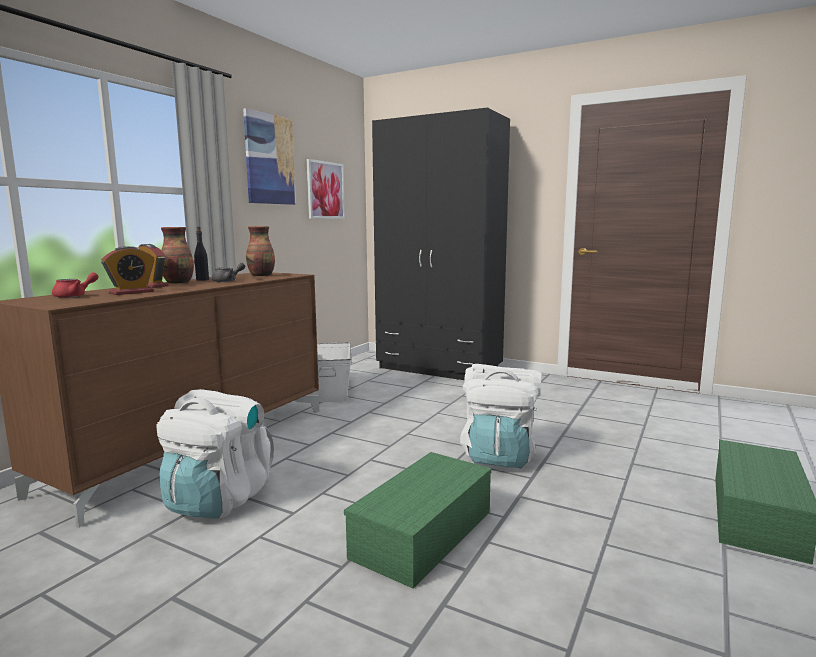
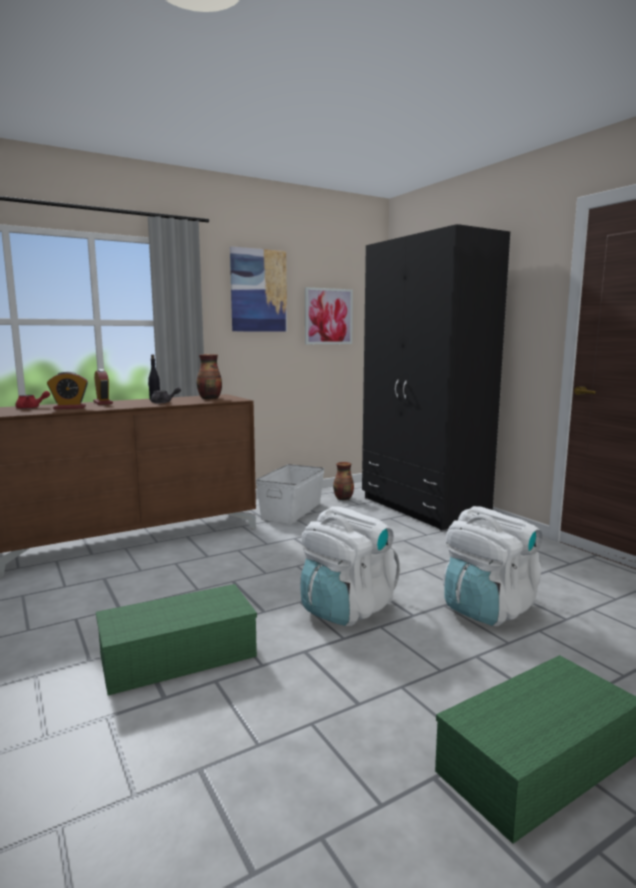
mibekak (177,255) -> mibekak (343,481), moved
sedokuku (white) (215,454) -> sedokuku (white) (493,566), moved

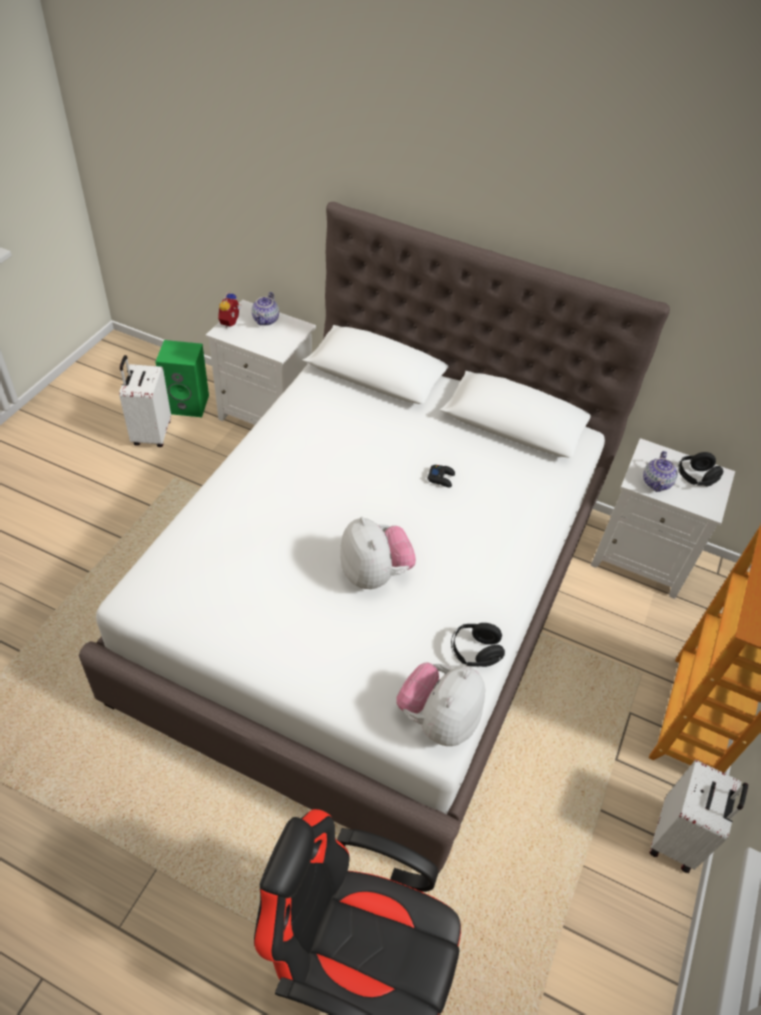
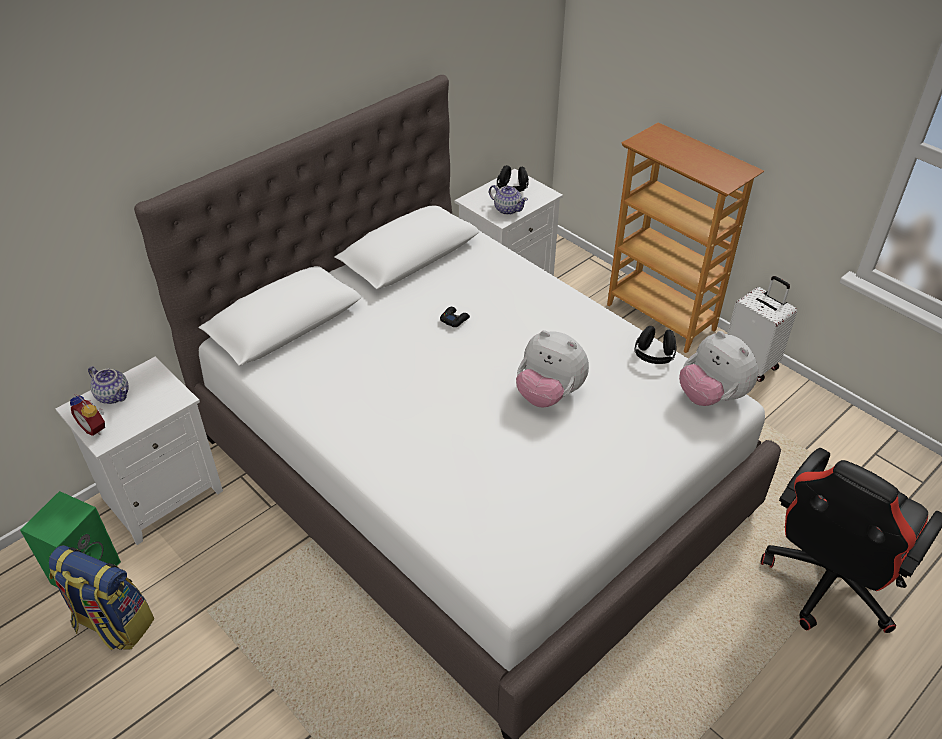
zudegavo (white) (145,401) -> sedokuku (101,597)
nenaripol (378,553) -> nenaripol (552,369), 150 degrees counterclockwise

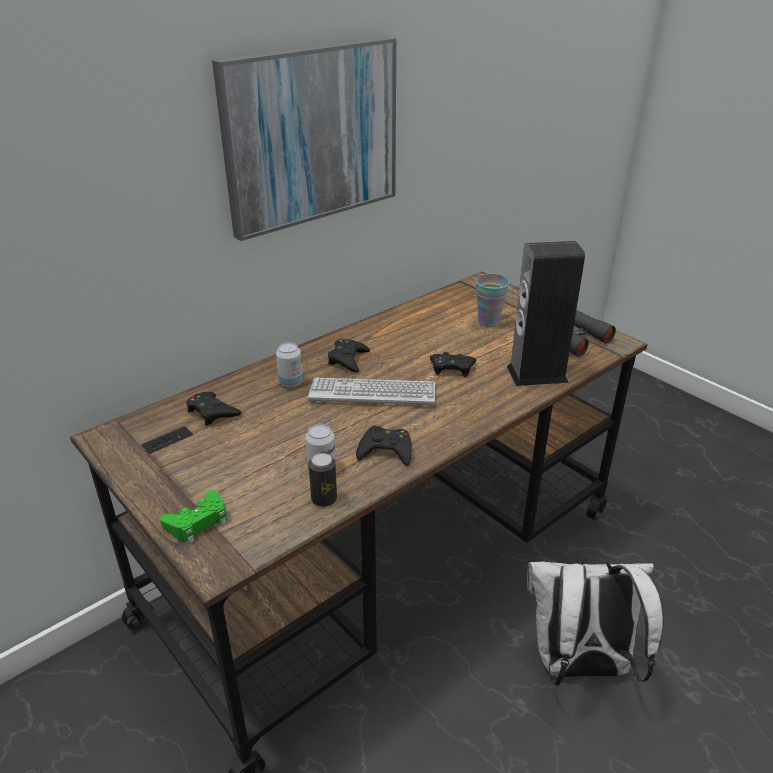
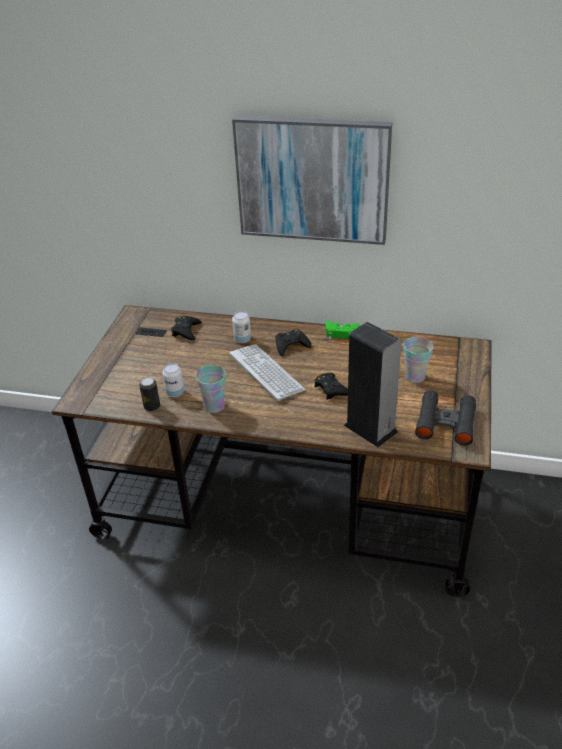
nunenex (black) (384,445) -> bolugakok (210,389)
nunenex (green) (193,517) -> nunenex (green) (342,330), moved
sedokuku (white) (595,621) -> none

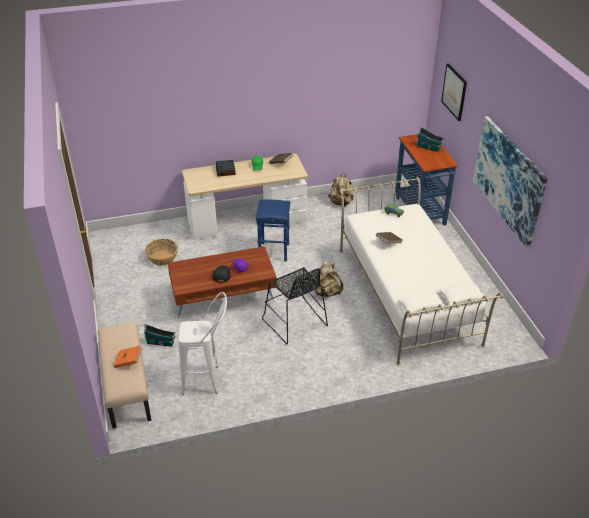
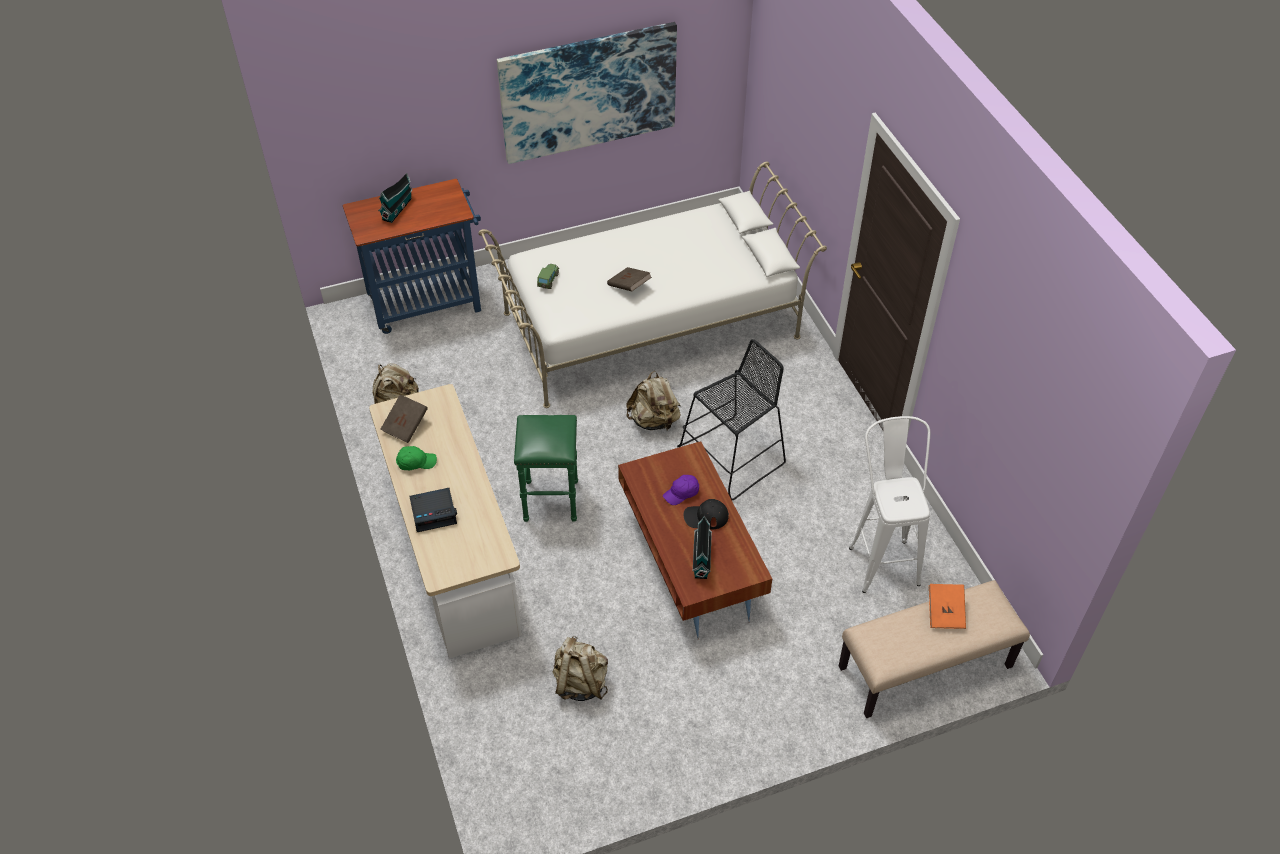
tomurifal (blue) (273,230) -> tomurifal (green) (546,468)
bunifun (161,252) -> sedokuku (beige) (580,668)
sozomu (160,335) -> sozomu (702,547), moved
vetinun (454,92) -> none

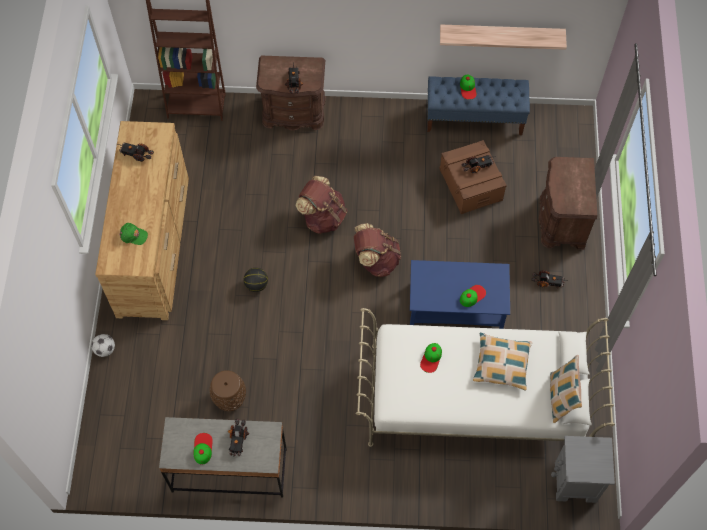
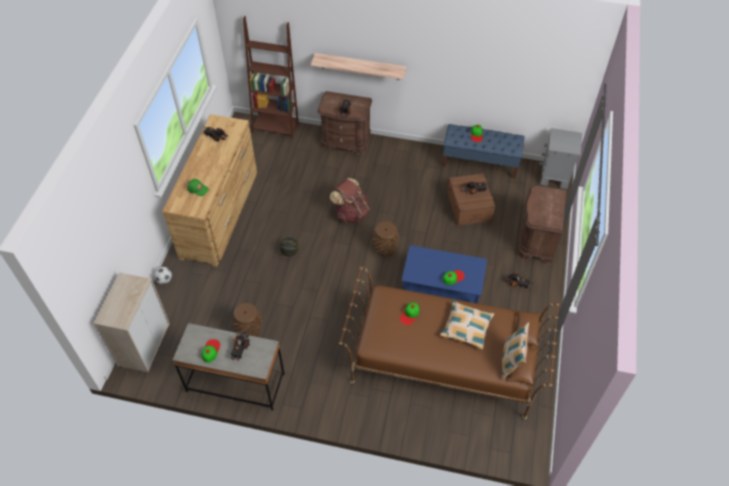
none -> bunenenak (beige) (131,322)
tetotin (503,37) -> tetotin (359,66), moved
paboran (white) (485,377) -> paboran (brown) (449,342)
sedokuku (brown) (377,250) -> tomurifal (brown) (386,238)
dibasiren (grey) (583,469) -> dibasiren (grey) (560,158), moved

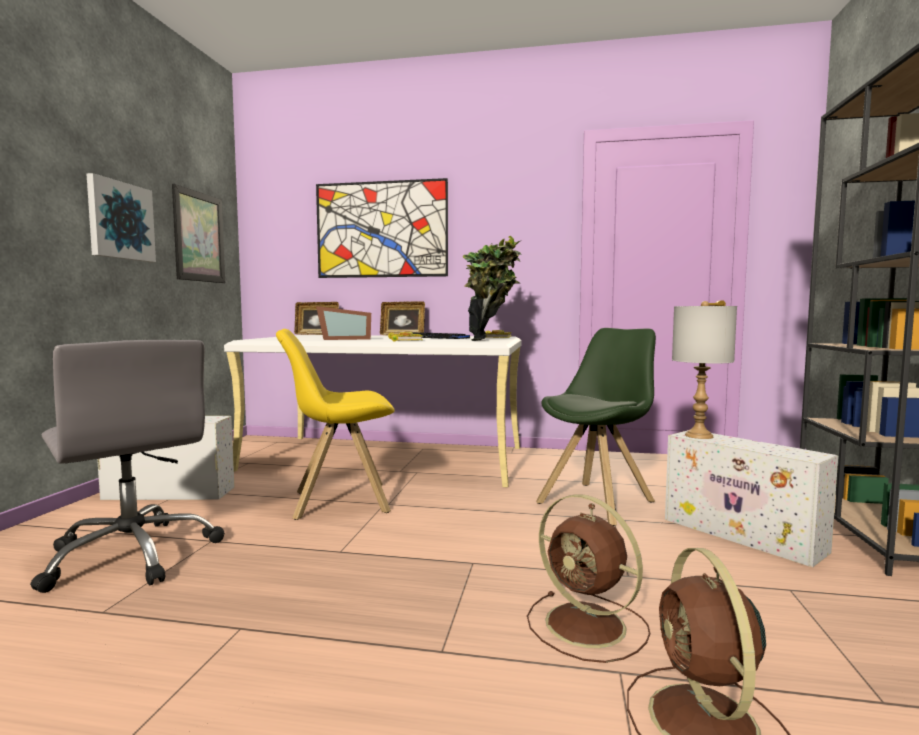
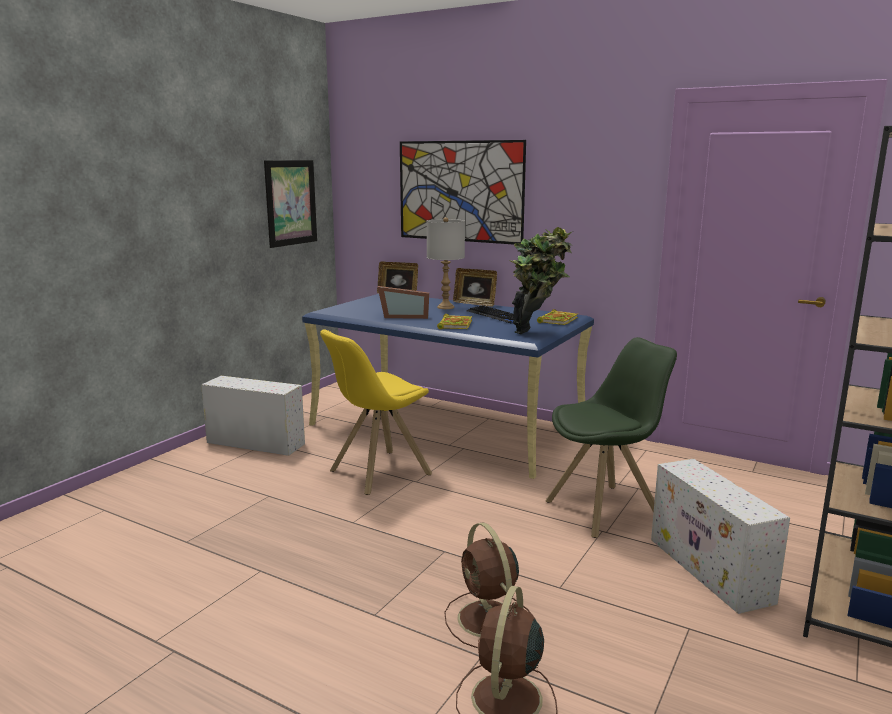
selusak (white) (372,411) -> selusak (blue) (448,386)
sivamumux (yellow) (335,424) -> sivamumux (yellow) (376,412), 45 degrees counterclockwise
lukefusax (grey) (704,370) -> lukefusax (grey) (446,263), moved
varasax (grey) (127,466) -> none
vetinun (121,217) -> none

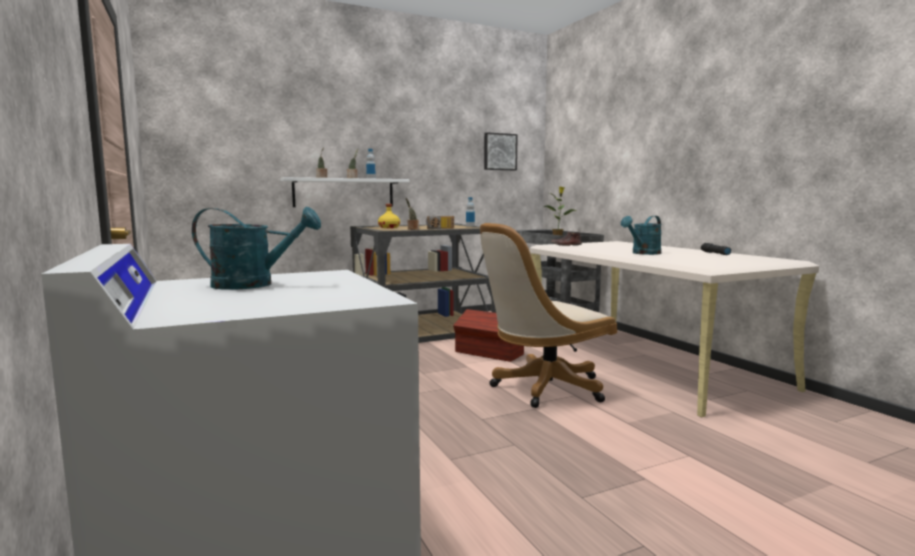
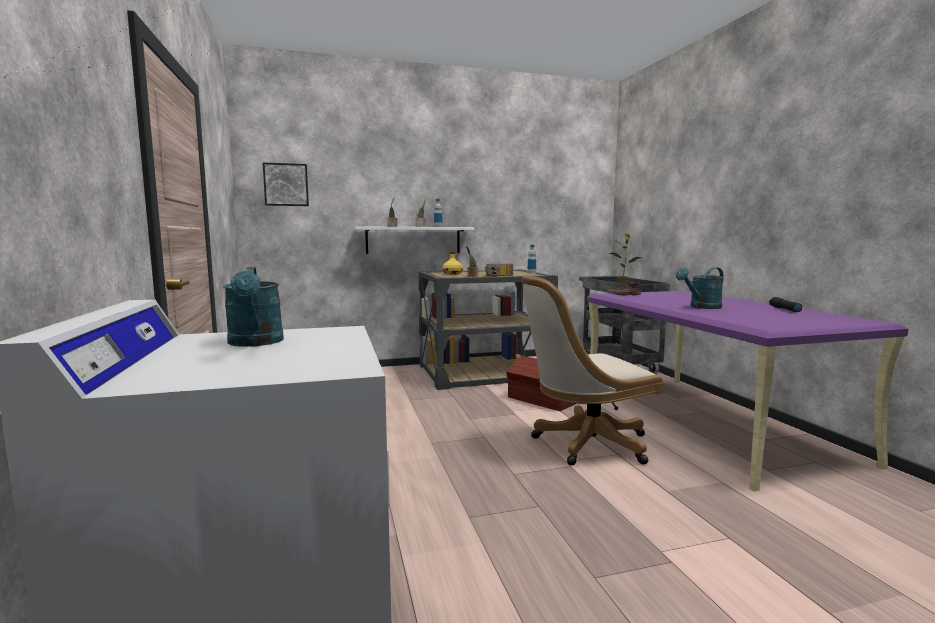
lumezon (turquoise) (256,248) -> lumezon (turquoise) (253,307), 60 degrees clockwise
vetinun (501,151) -> vetinun (286,184), moved
selusak (beige) (674,329) -> selusak (purple) (747,391)

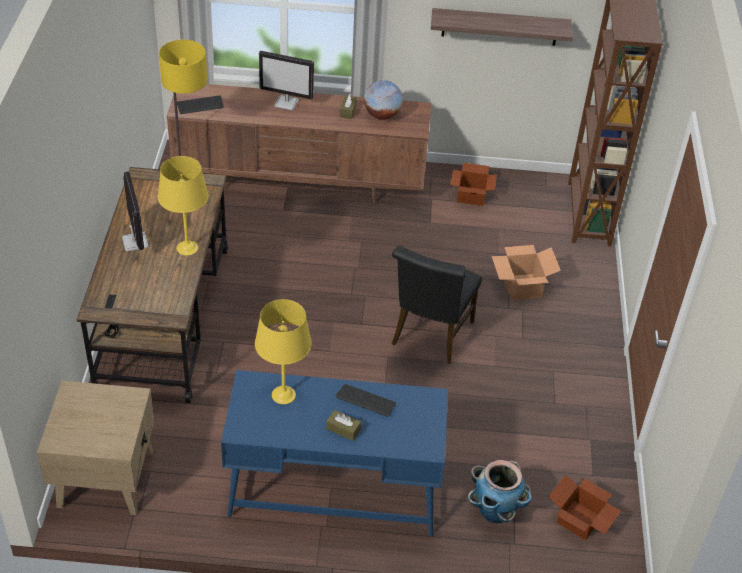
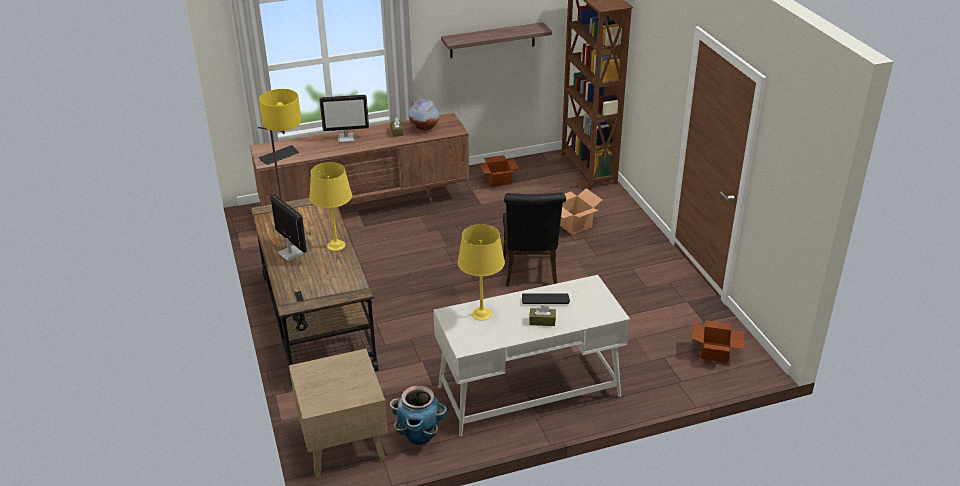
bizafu (499,491) -> bizafu (418,415), moved
selusak (blue) (334,453) -> selusak (white) (531,356)

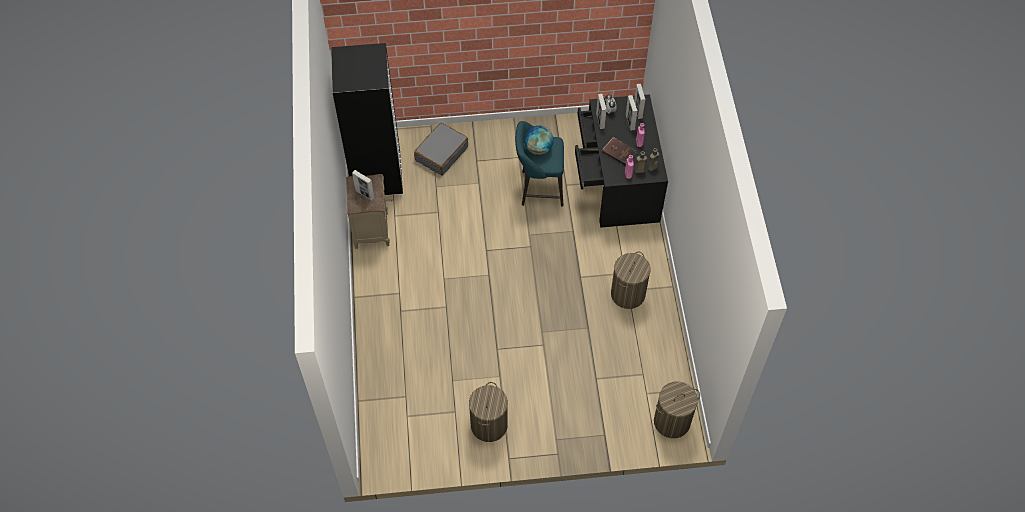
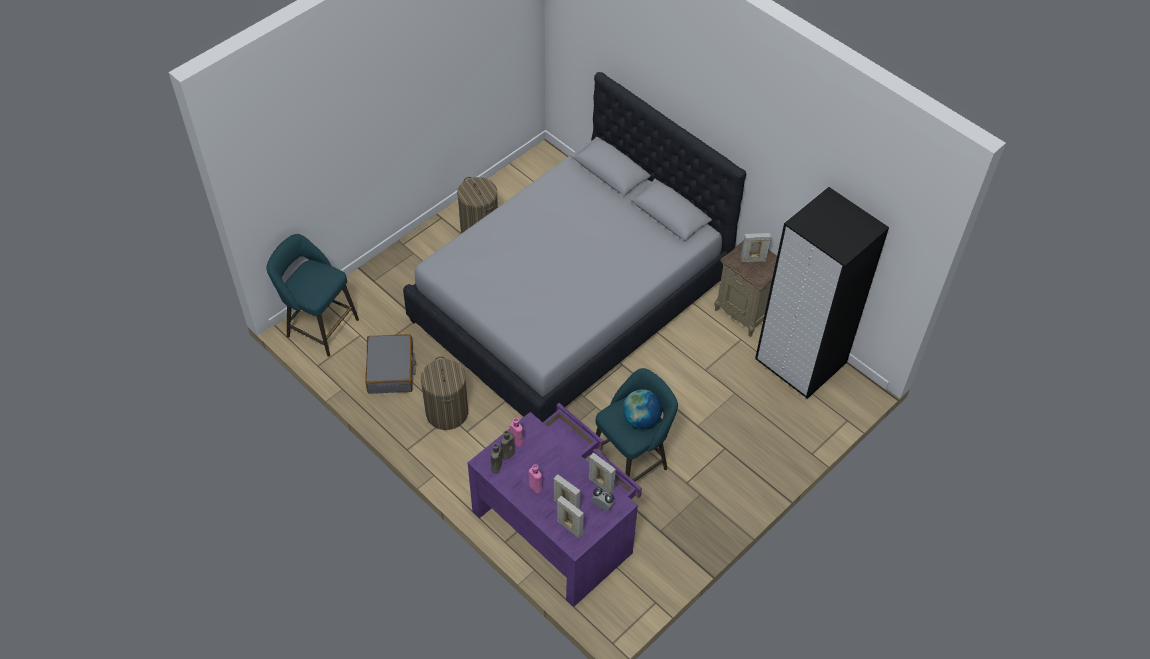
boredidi (677,410) -> tomurifal (turquoise) (313,295)
zudegavo (grey) (441,149) -> zudegavo (grey) (390,364), moved
none -> paboran (grey) (574,247)
selusak (black) (621,161) -> selusak (purple) (554,505)
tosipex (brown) (619,151) -> none

